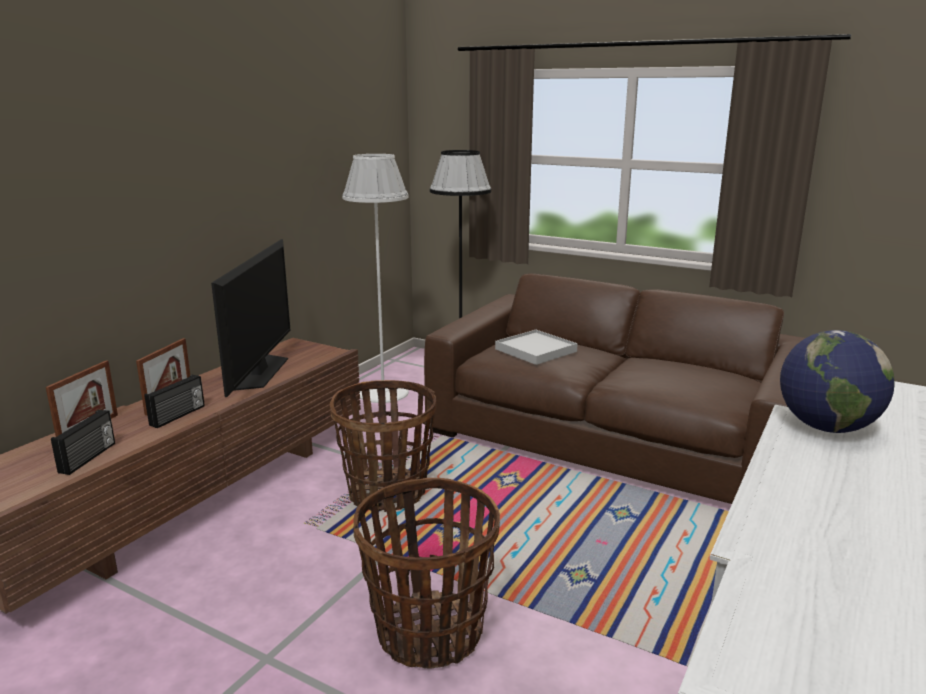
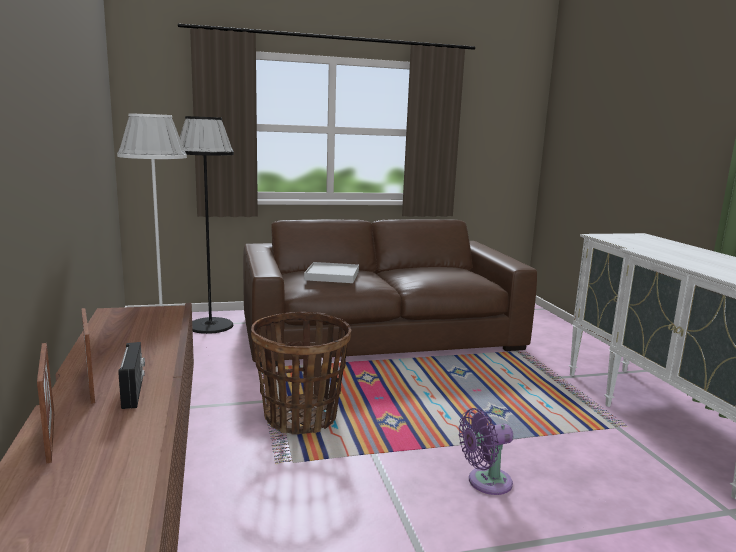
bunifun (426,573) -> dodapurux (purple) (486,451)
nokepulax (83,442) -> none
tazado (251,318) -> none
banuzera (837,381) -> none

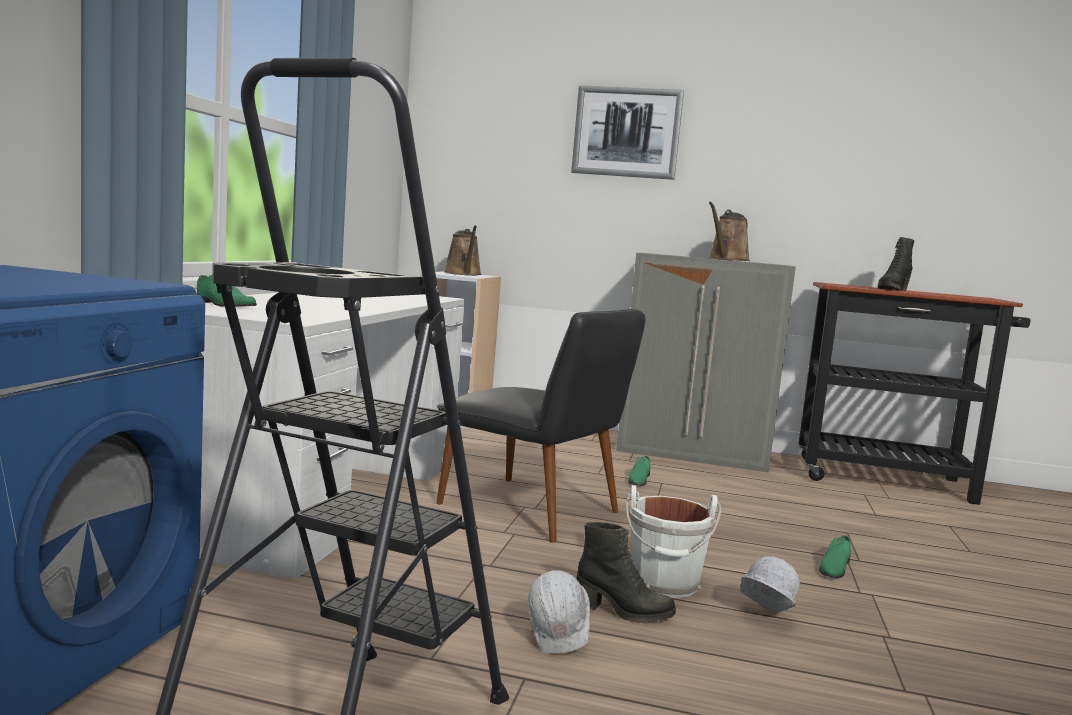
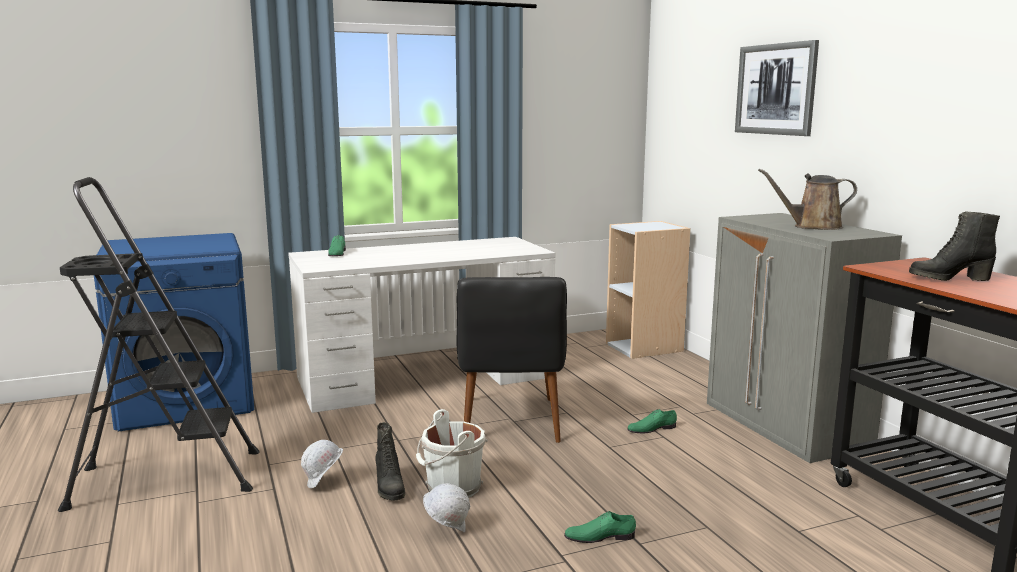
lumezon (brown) (463,250) -> none

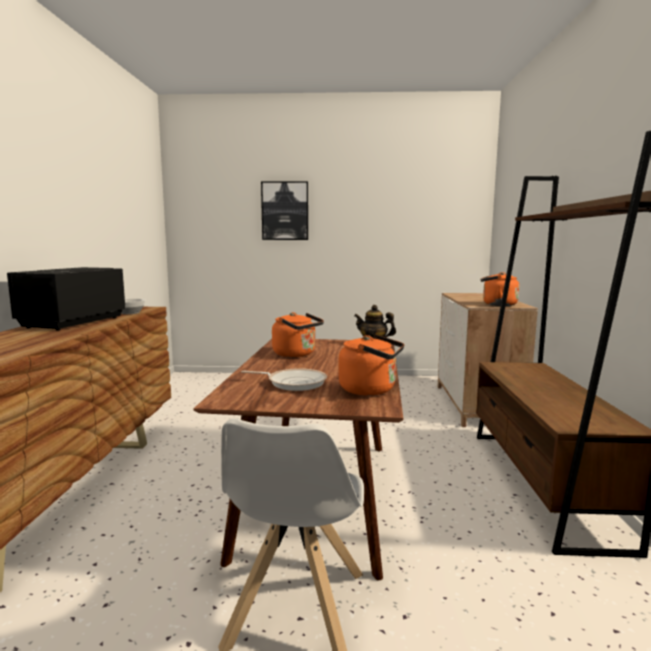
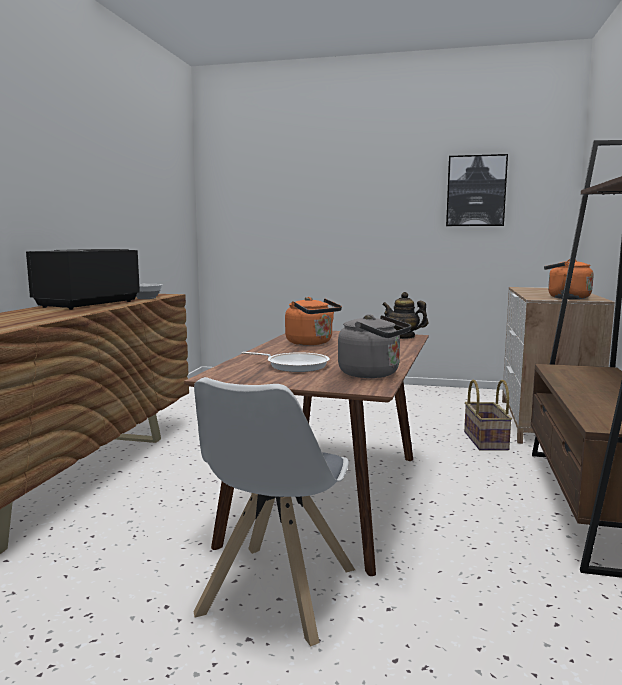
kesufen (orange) (371,365) -> kesufen (grey) (374,346)
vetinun (284,210) -> vetinun (477,190), moved
none -> bunifun (488,415)

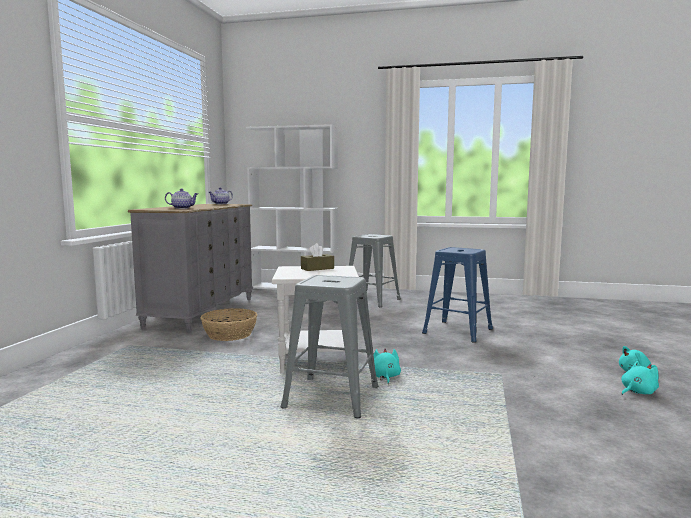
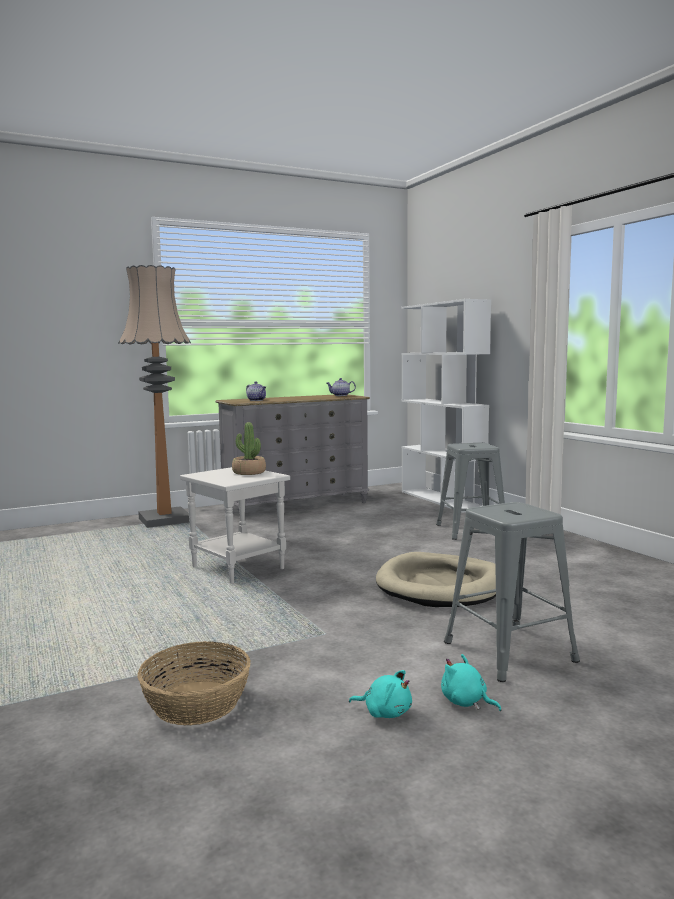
none -> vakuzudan (154,396)
bunifun (228,324) -> bunifun (194,683), moved
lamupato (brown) (317,257) -> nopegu (249,448)
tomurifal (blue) (457,295) -> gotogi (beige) (436,579)
tomurifal (grey) (329,346) -> tomurifal (grey) (512,592), moved
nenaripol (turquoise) (387,366) -> none

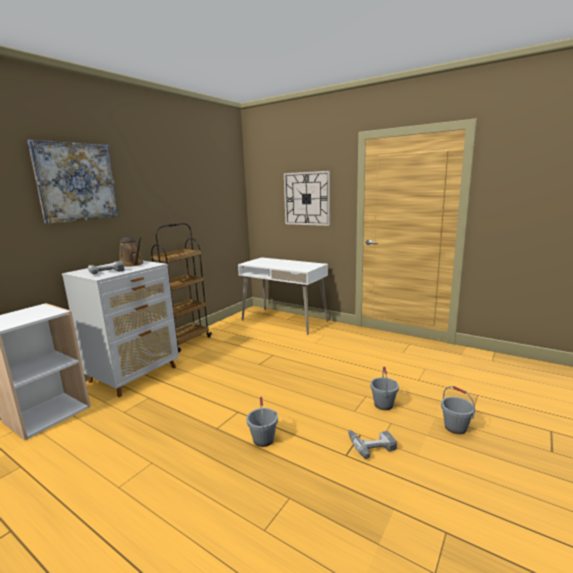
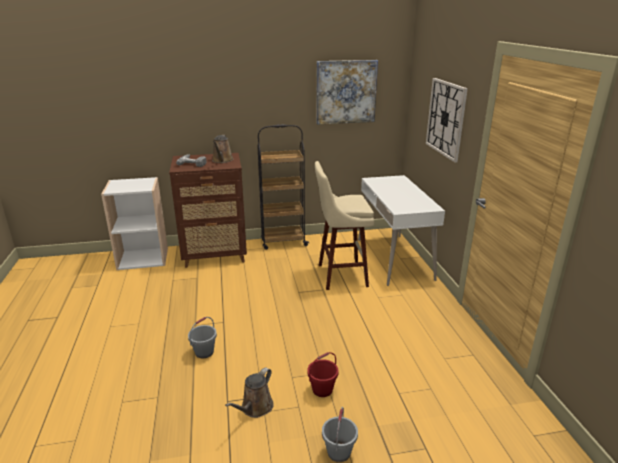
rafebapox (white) (120,329) -> rafebapox (brown) (208,210)
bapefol (372,444) -> lumezon (brown) (249,392)
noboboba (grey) (384,388) -> noboboba (red) (322,374)
none -> tomurifal (beige) (344,225)
vetinun (73,182) -> vetinun (347,92), moved

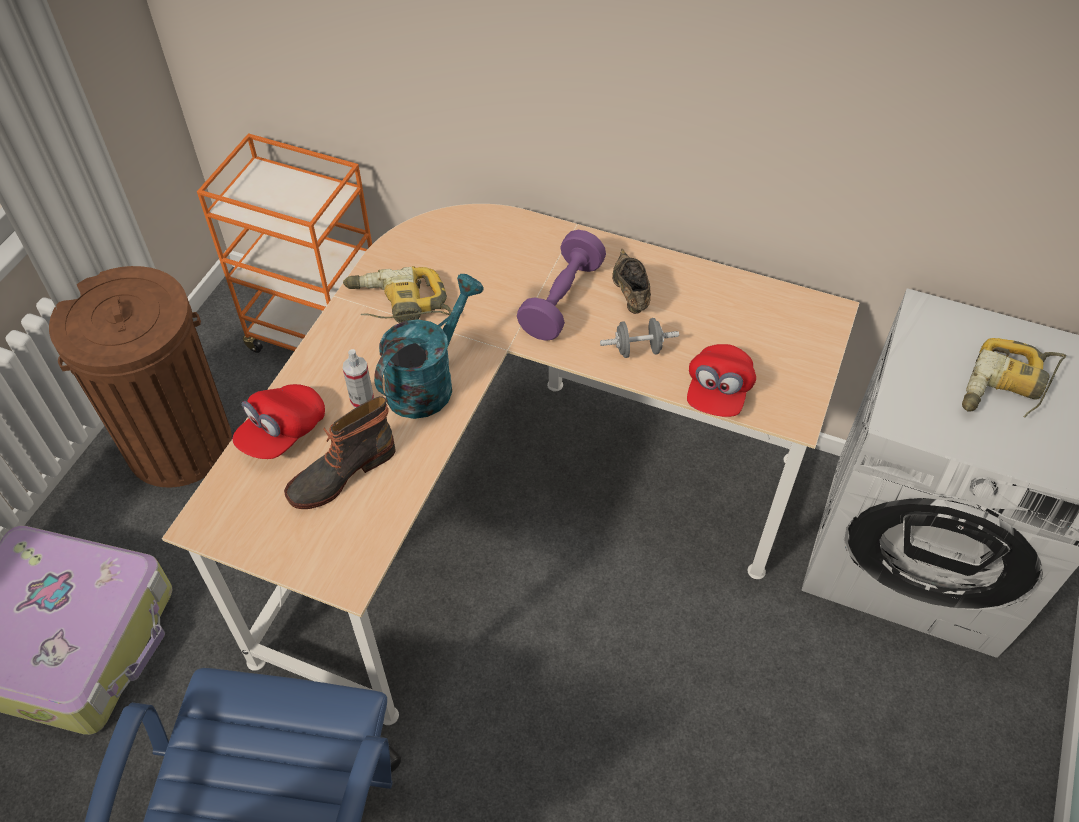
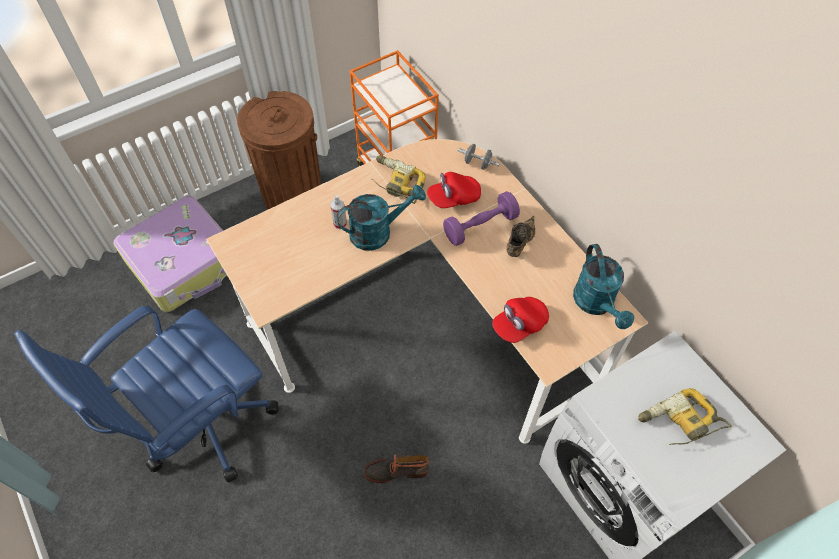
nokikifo (339,452) -> nokikifo (396,468), moved
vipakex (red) (278,421) -> vipakex (red) (454,190), moved
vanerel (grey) (639,338) -> vanerel (grey) (478,157), moved
none -> lumezon (turquoise) (603,286)

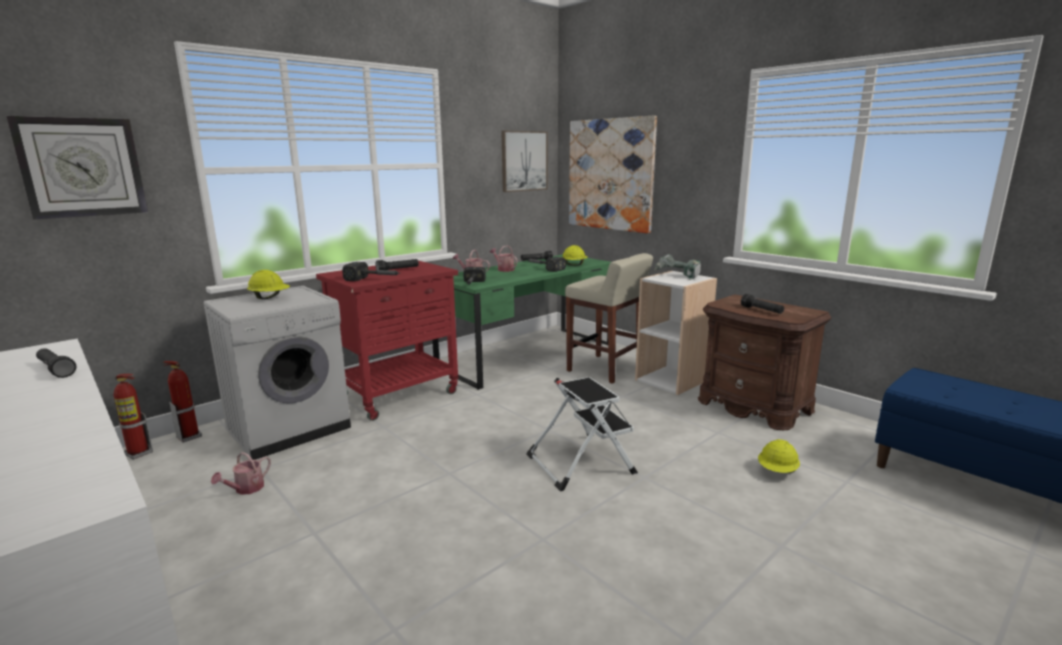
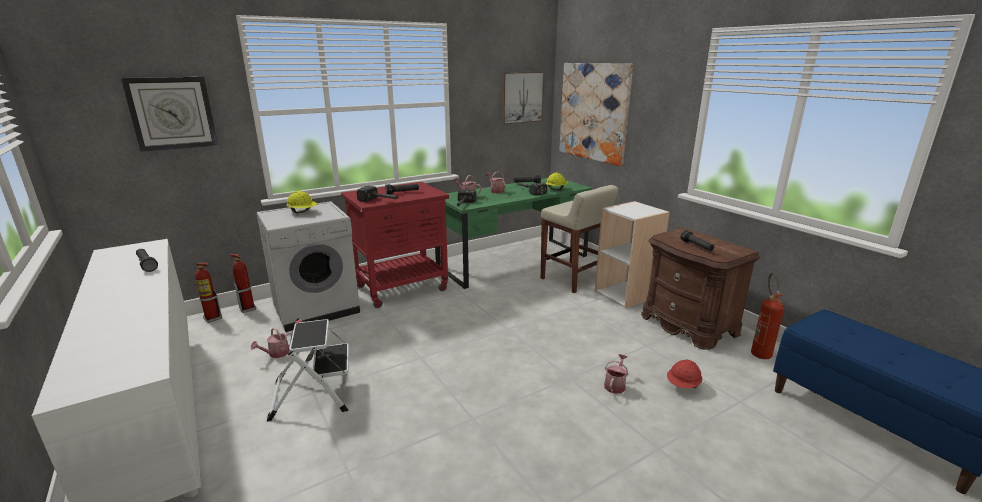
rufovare (582,434) -> rufovare (308,370), moved
none -> lumezon (616,374)
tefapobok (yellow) (779,456) -> tefapobok (red) (684,373)
none -> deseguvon (767,316)
bapefol (677,267) -> none

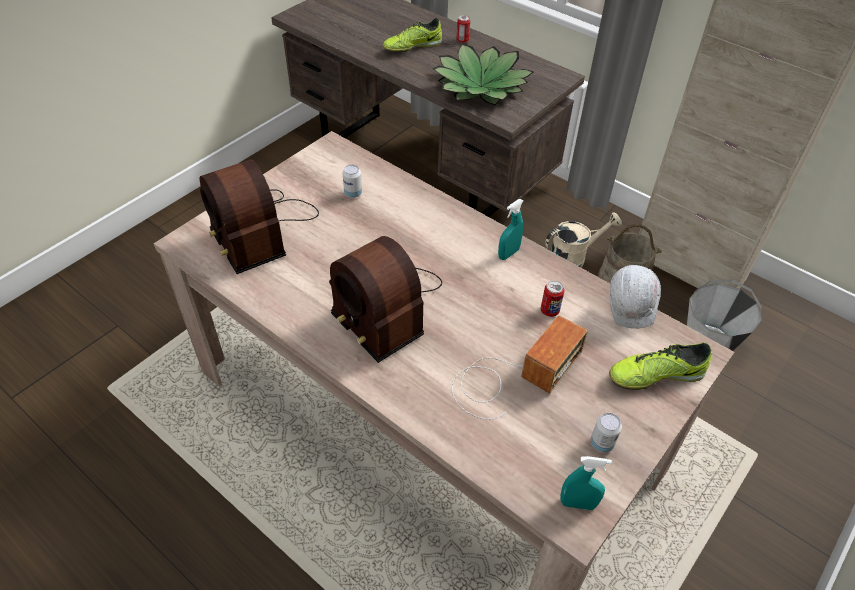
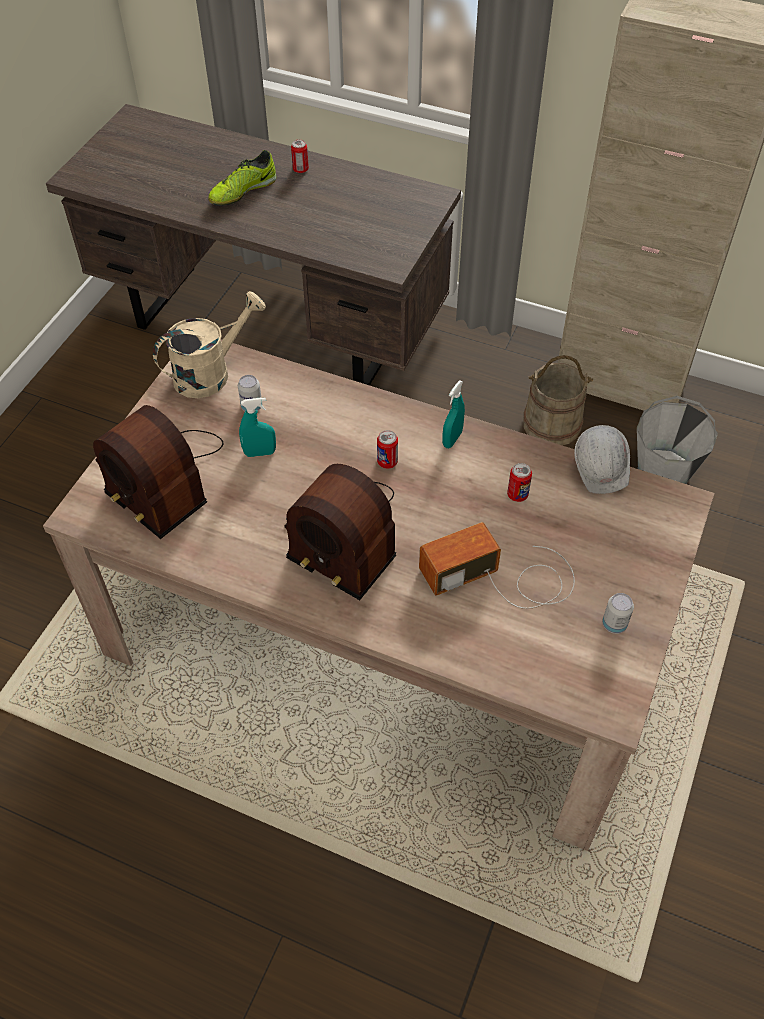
lumezon (beige) (583,240) -> lumezon (beige) (209,344), moved
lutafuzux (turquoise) (586,483) -> lutafuzux (turquoise) (257,427), moved
none -> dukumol (387,449)
nokepulax (520,367) -> nokepulax (497,565), 135 degrees counterclockwise
nopegu (483,74) -> none
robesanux (660,366) -> none

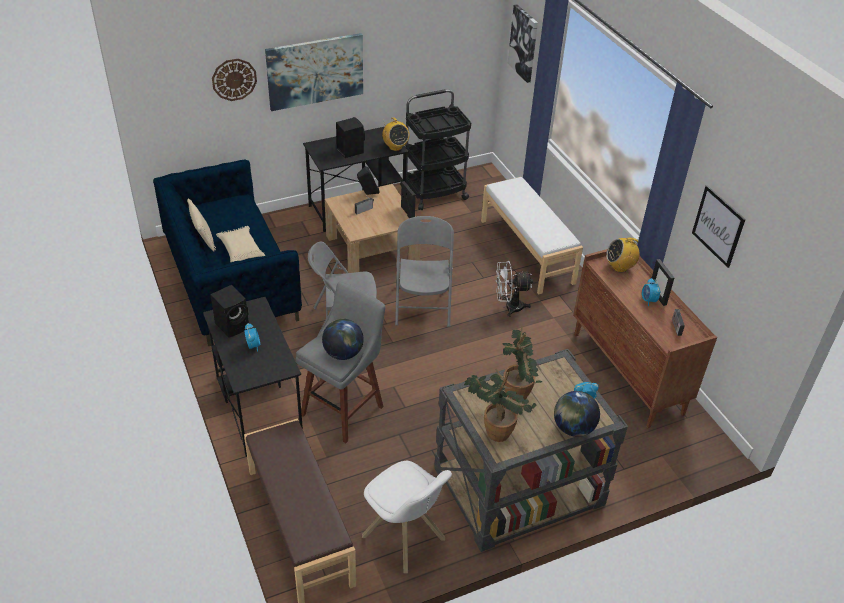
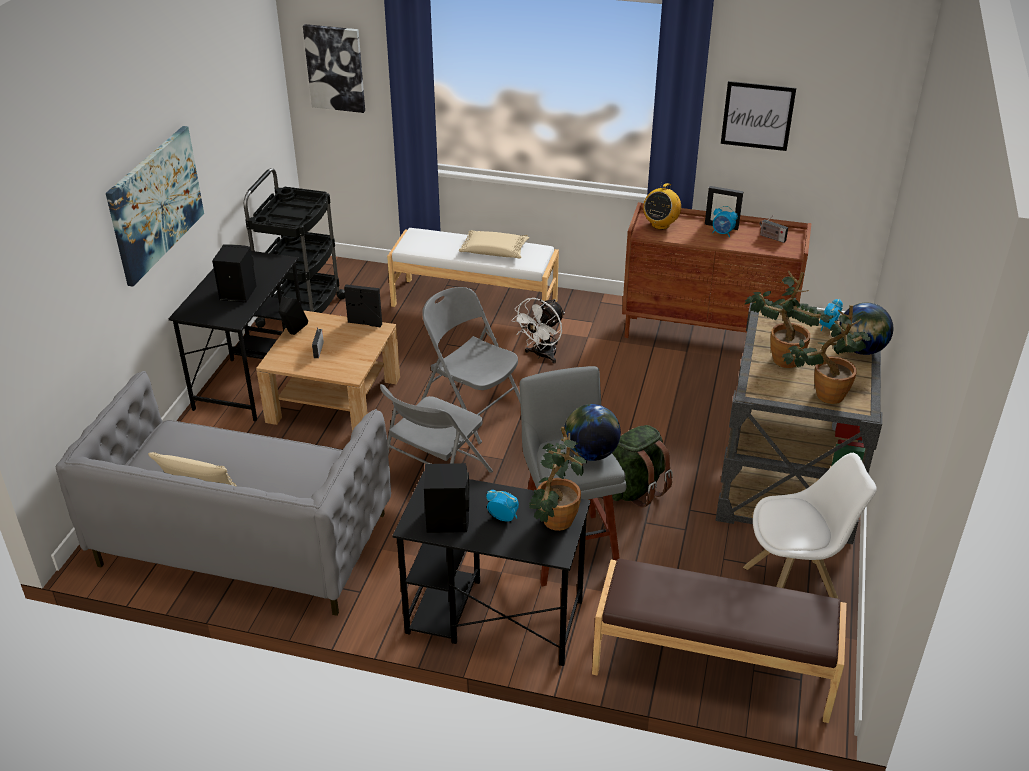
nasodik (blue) (227,253) -> nasodik (grey) (223,493)
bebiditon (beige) (240,244) -> bebiditon (beige) (494,244), moved
none -> nopegu (558,479)
none -> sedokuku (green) (642,466)
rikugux (234,80) -> none
nokepulax (395,134) -> none

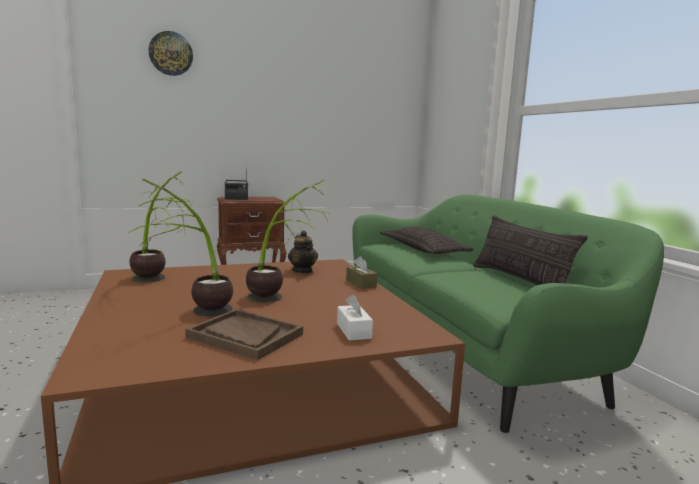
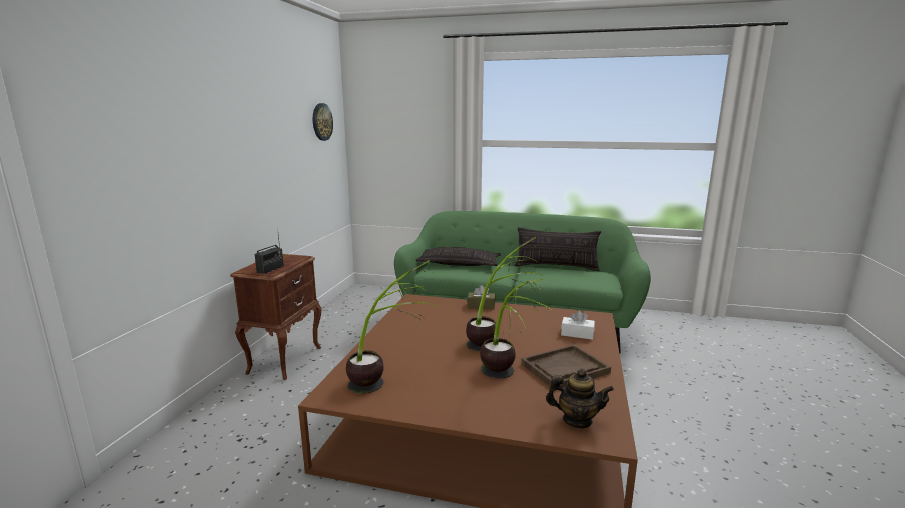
rikugux (170,53) -> rikugux (323,122), moved
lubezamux (303,251) -> lubezamux (580,398), moved

